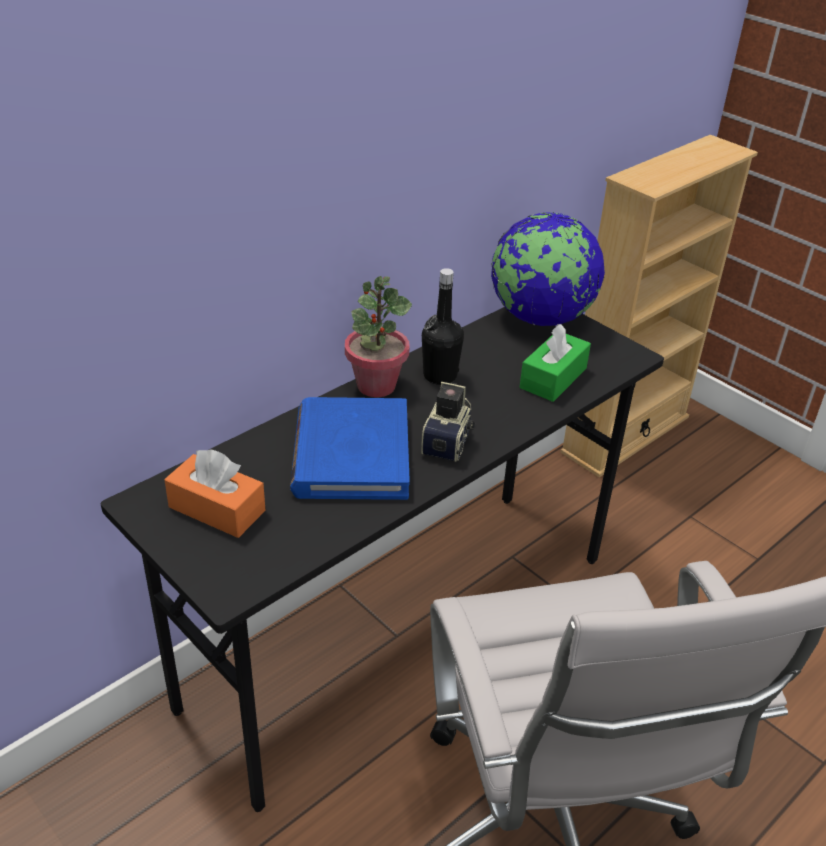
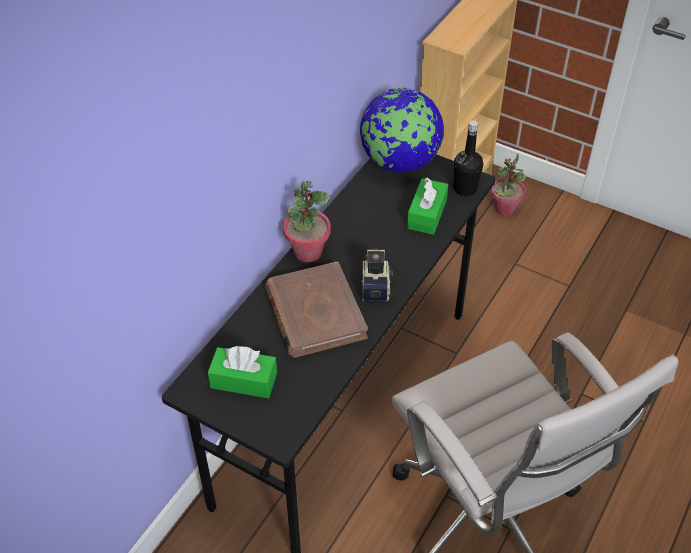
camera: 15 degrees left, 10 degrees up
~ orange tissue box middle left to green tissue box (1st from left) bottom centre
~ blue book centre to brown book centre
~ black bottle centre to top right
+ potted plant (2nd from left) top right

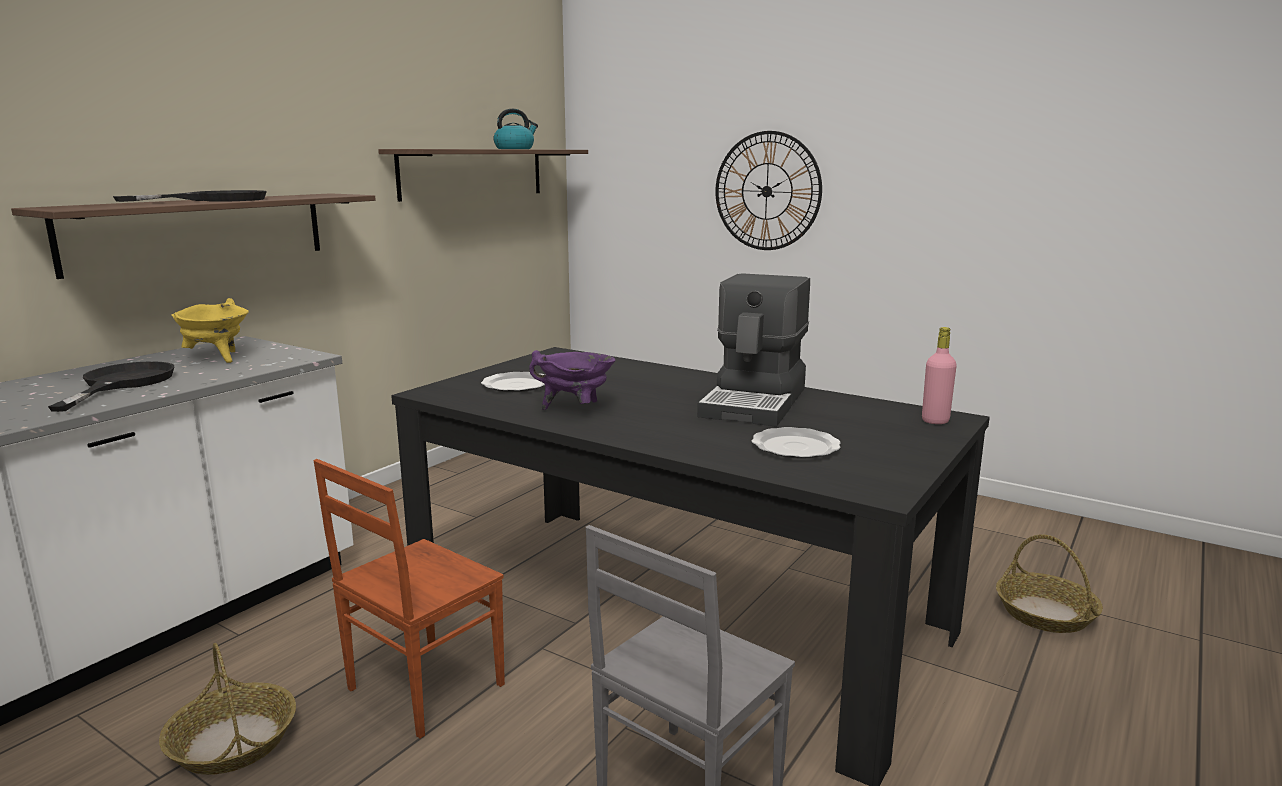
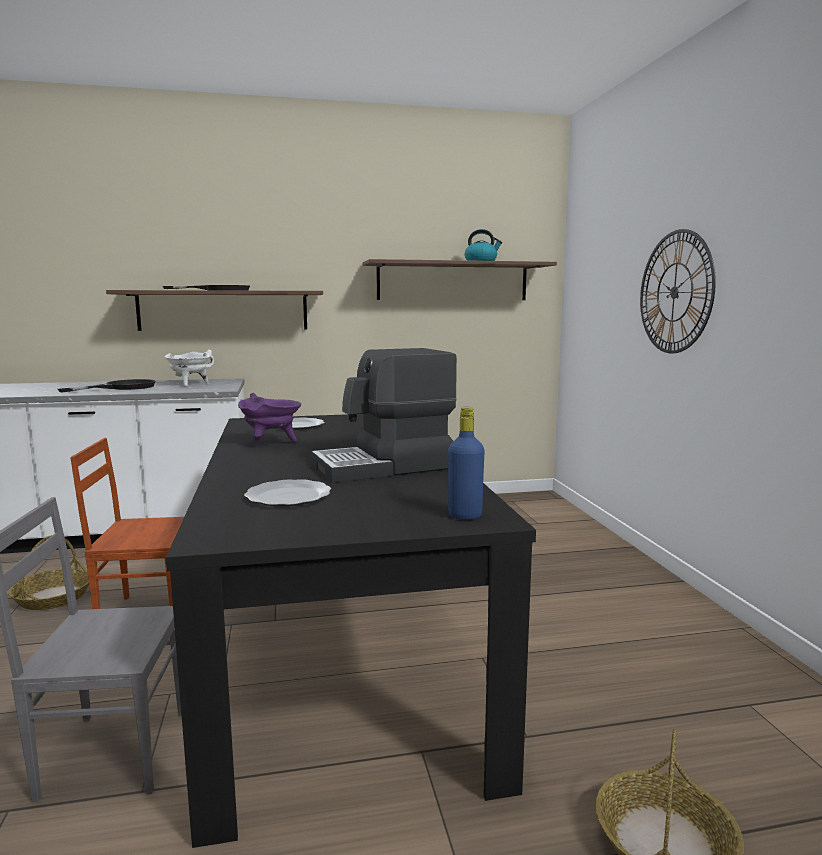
camera: 45 degrees right, 5 degrees down
~ yellow cooking pot middle left to white cooking pot middle left
~ pink bottle middle right to blue bottle centre

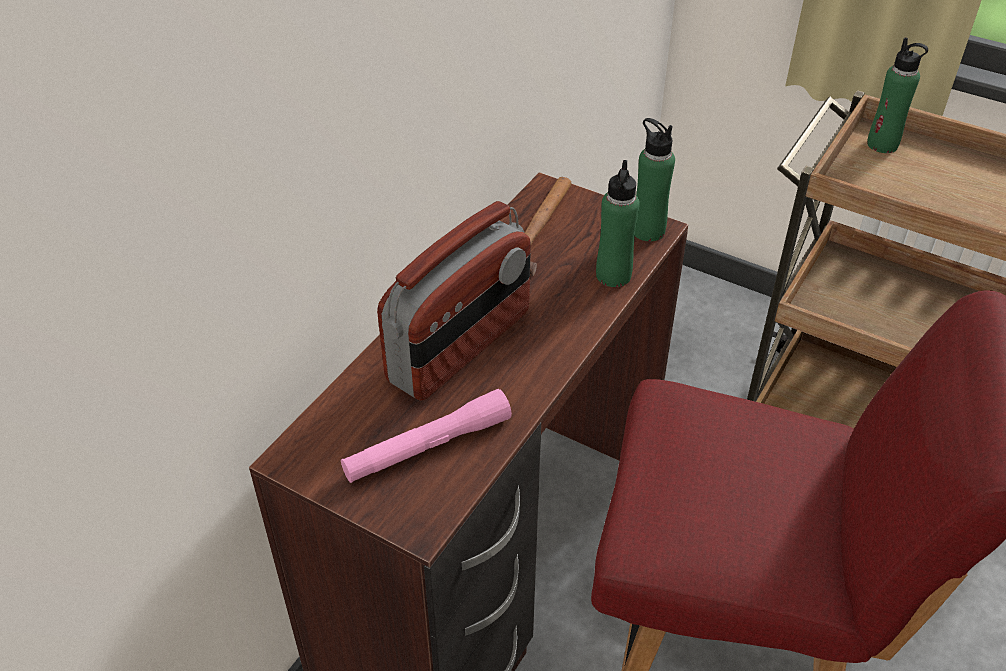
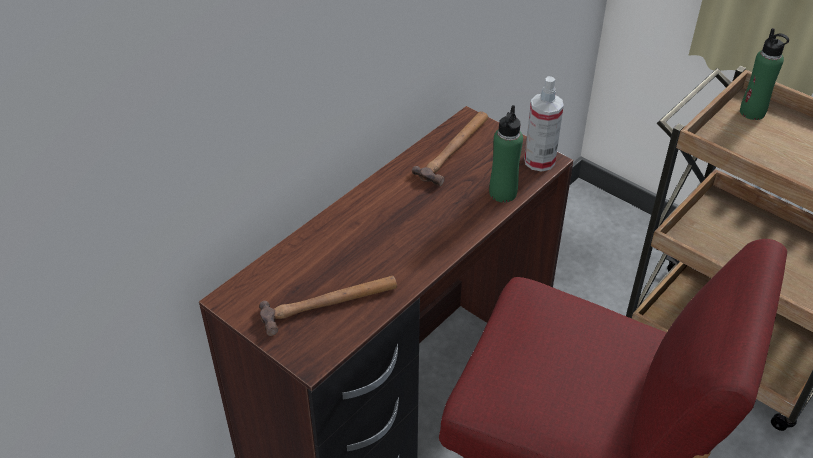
camera: 10 degrees right, 0 degrees up
~ pink flashlight centre to hammer (1st from left) bottom centre
~ green bottle (2nd from left) top centre to spray bottle top right
- radio centre

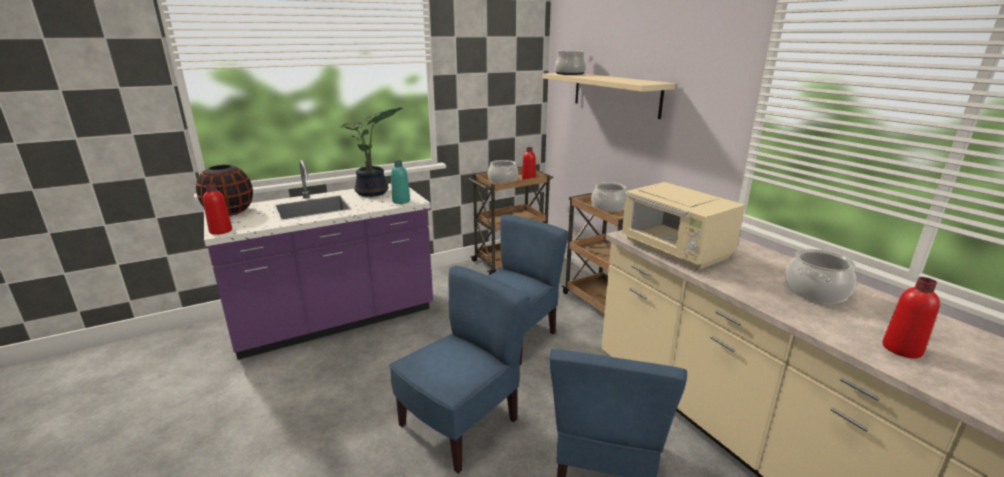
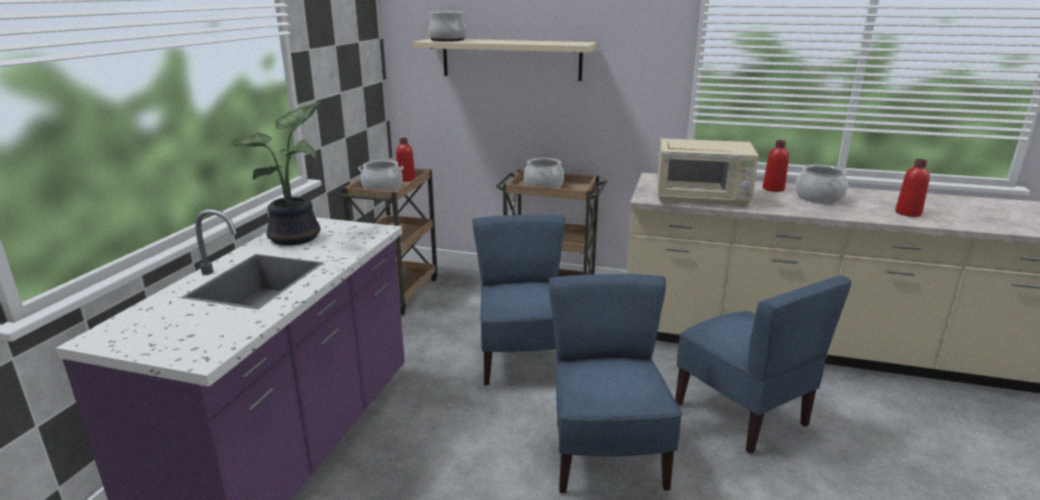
camera: 45 degrees left, 0 degrees up
~ red bottle (1st from left in the first image) middle left to red bottle (2nd from left) top right
- black vase middle left
- turquoise bottle centre

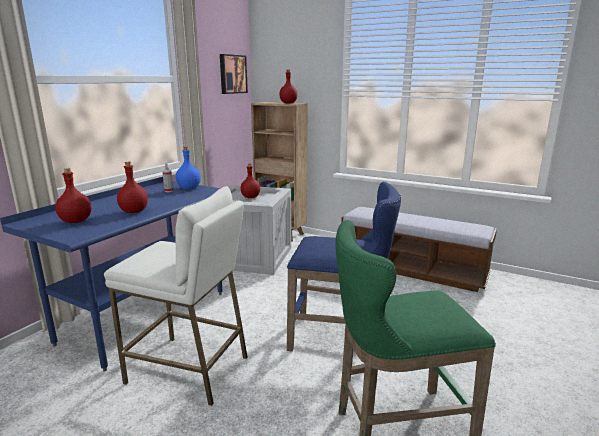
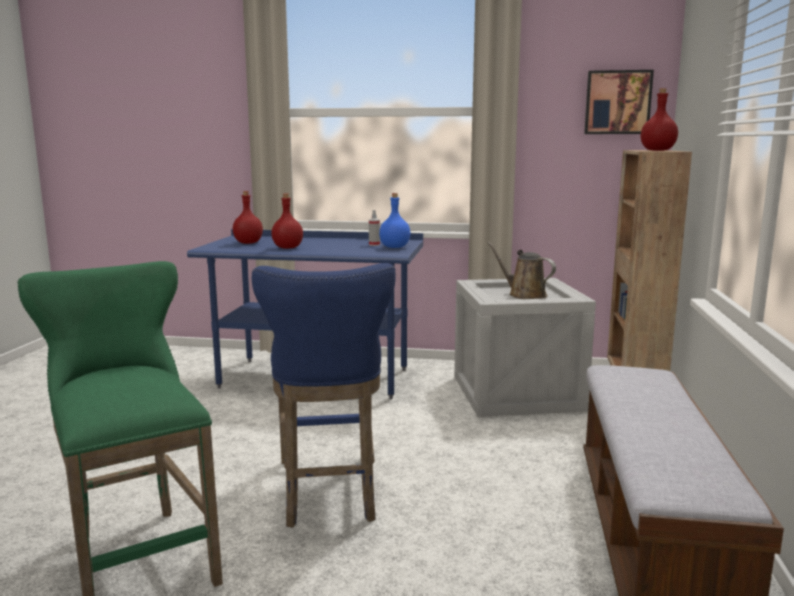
camera: 70 degrees right, 5 degrees down
~ red bottle (3rd from left) centre to brown watering can centre
- white stool bottom left

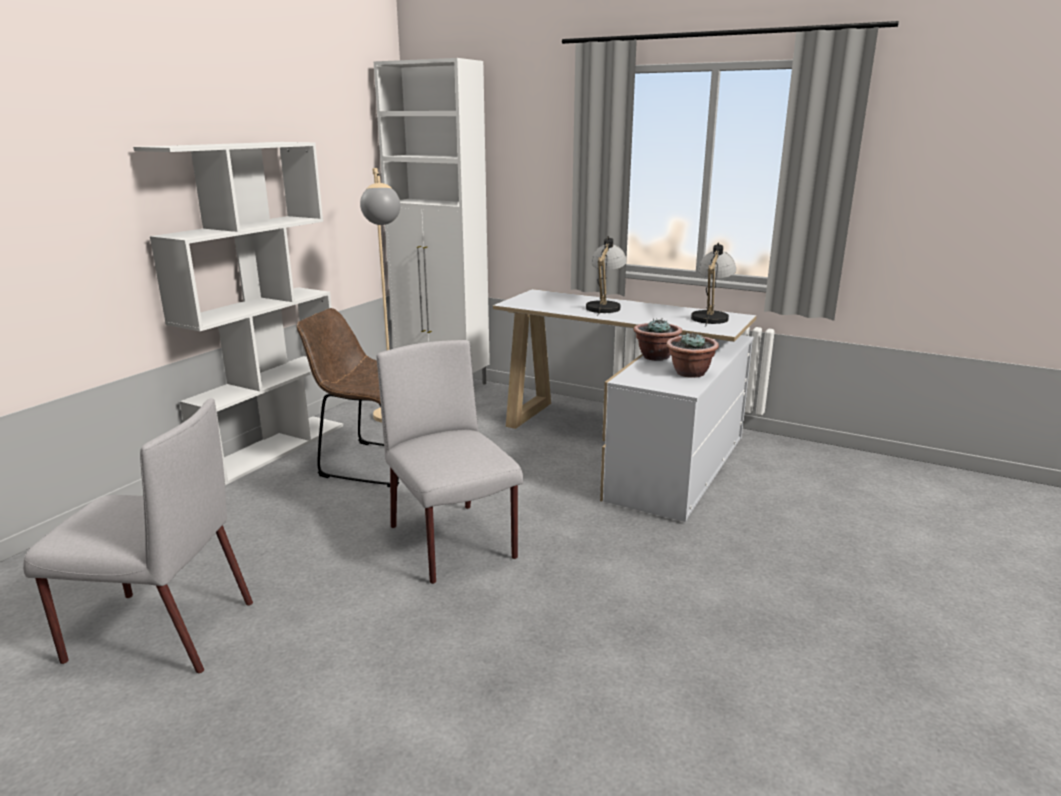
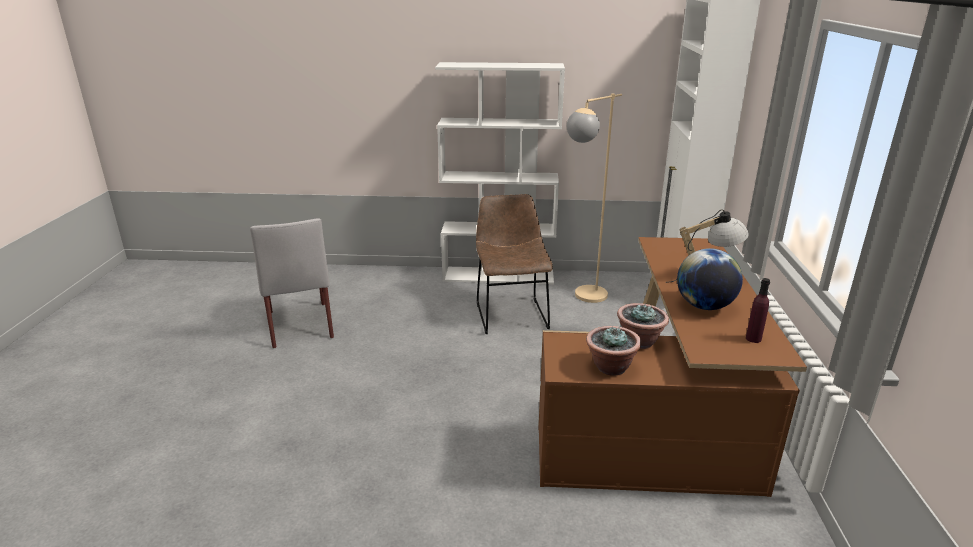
camera: 65 degrees right, 5 degrees up
~ white desk centre to brown desk bottom right
+ globe middle right
~ table lamp (2nd from left) middle right to purple bottle middle right
- grey chair (2nd from left) centre

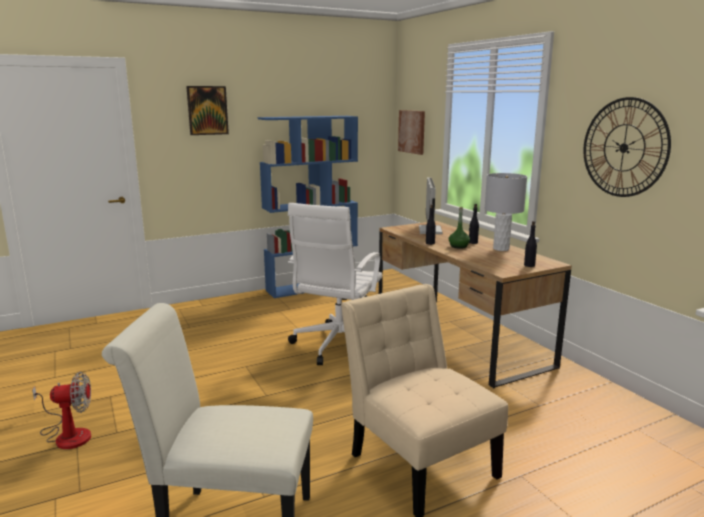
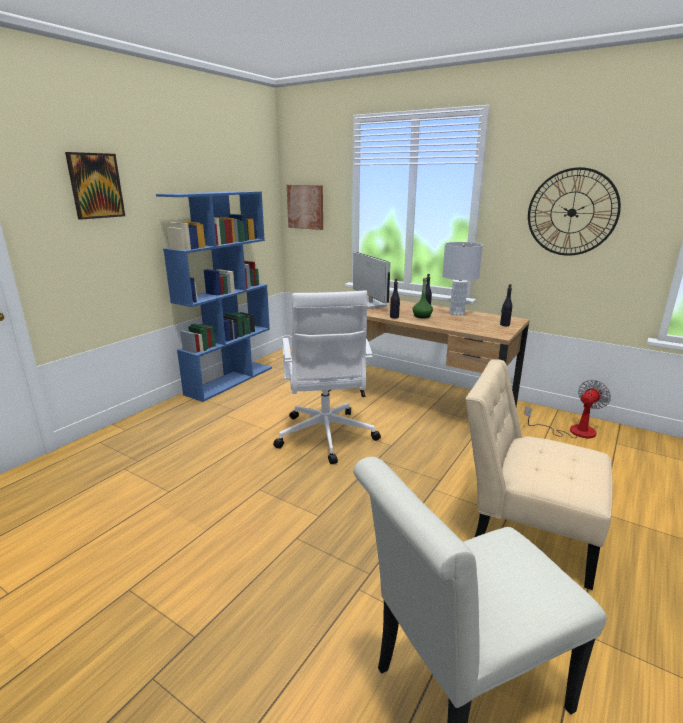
camera: 30 degrees left, 5 degrees up
~ fan bottom left to middle right

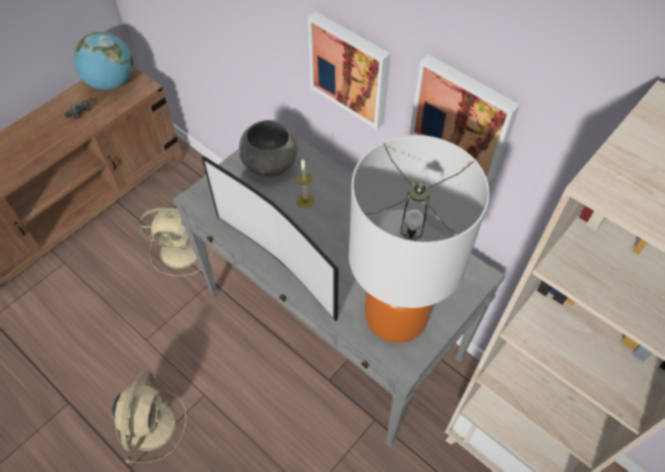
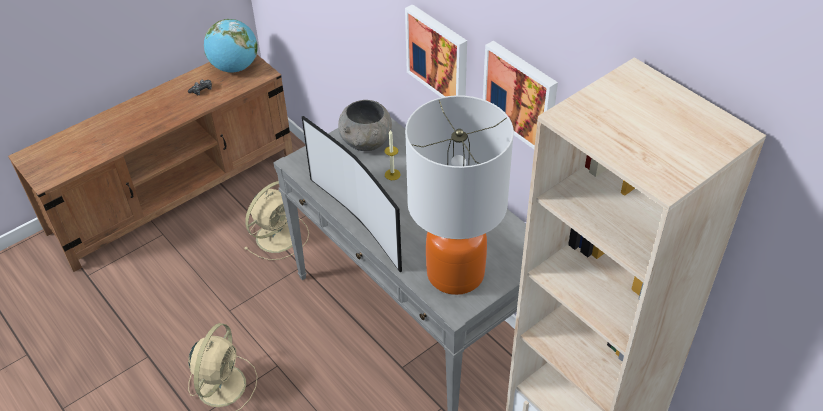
camera: 10 degrees right, 10 degrees down
~ beige fan (2nd from left) middle left = centre 60 degrees counterclockwise

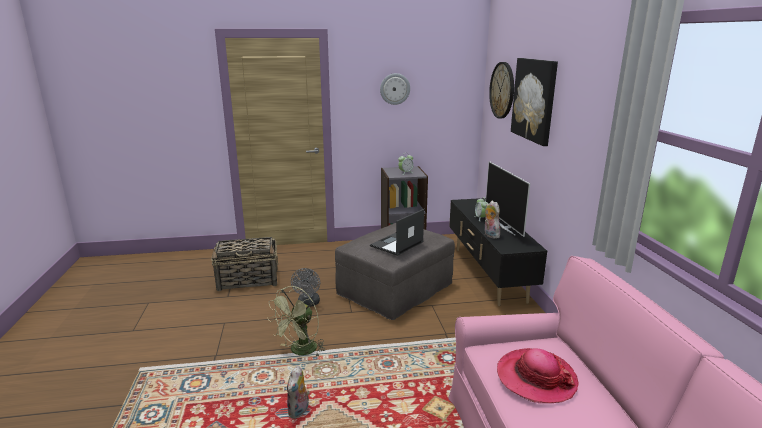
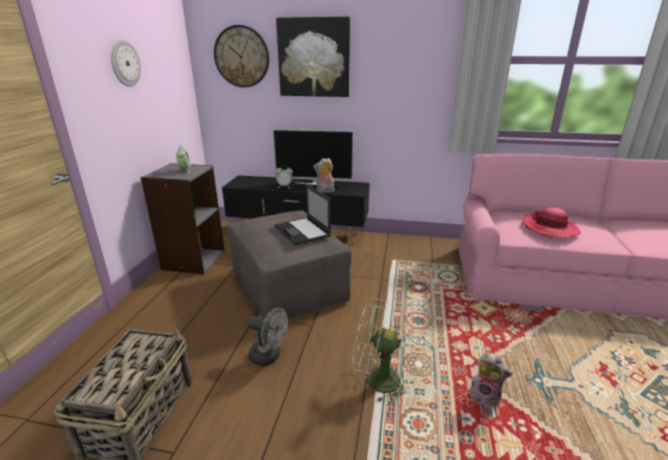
camera: 70 degrees left, 5 degrees up
~ green fan bottom centre = bottom centre 135 degrees clockwise

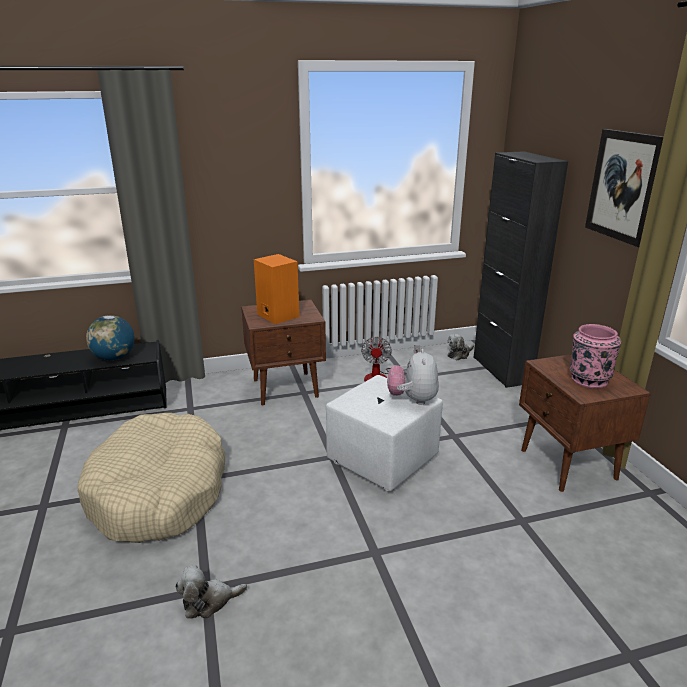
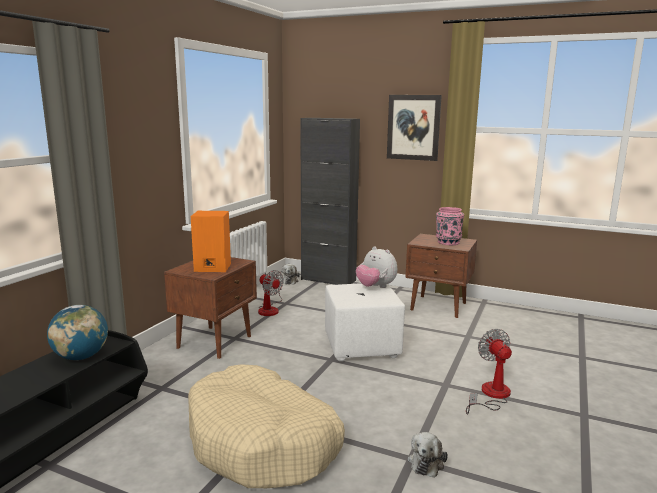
camera: 50 degrees left, 10 degrees down
+ fan (2nd from left) bottom right

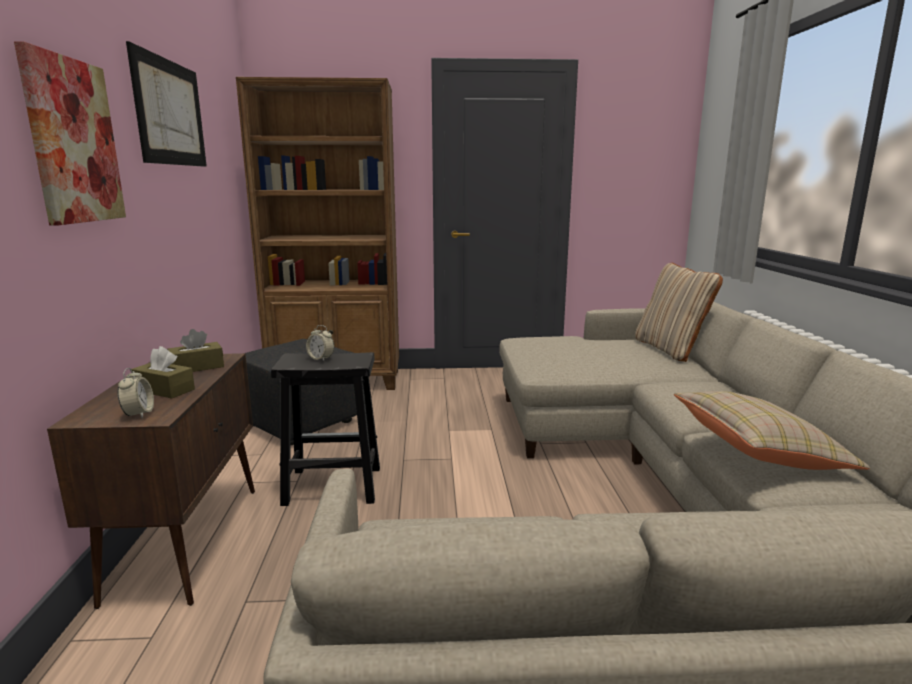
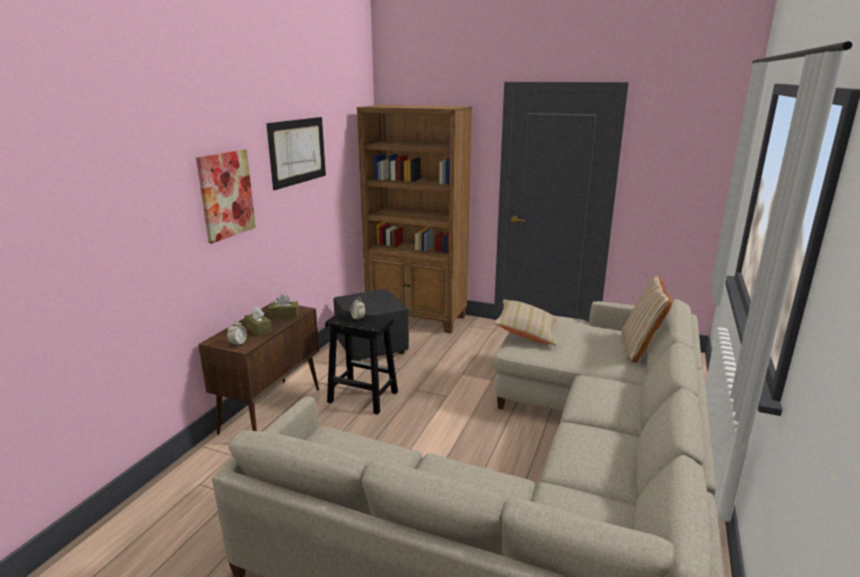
camera: 25 degrees right, 5 degrees up
~ beige pillow (2nd from left in the first image) middle right to beige pillow (1st from left) centre

